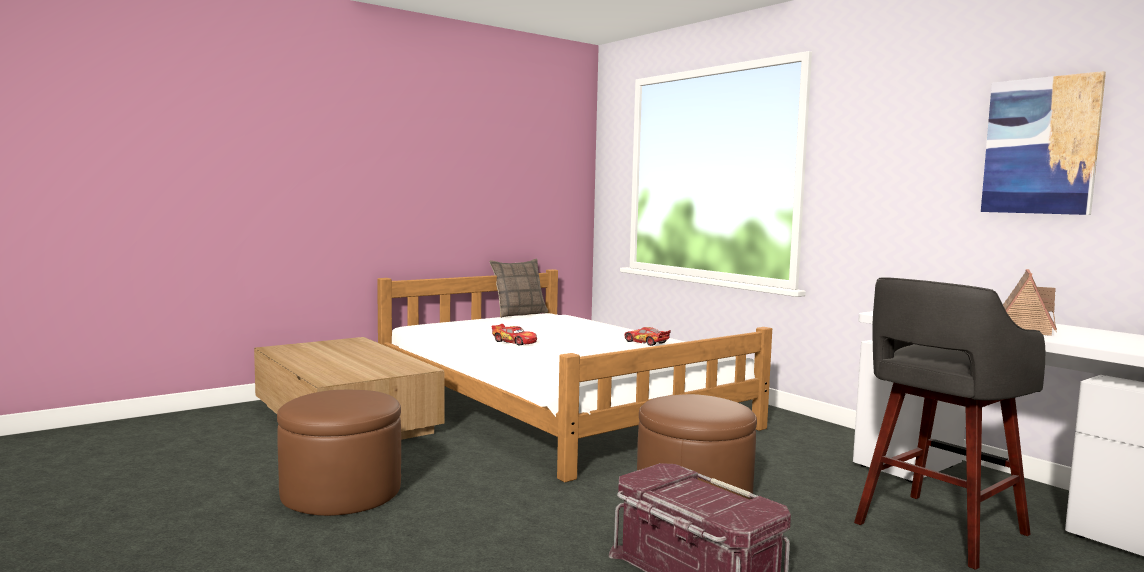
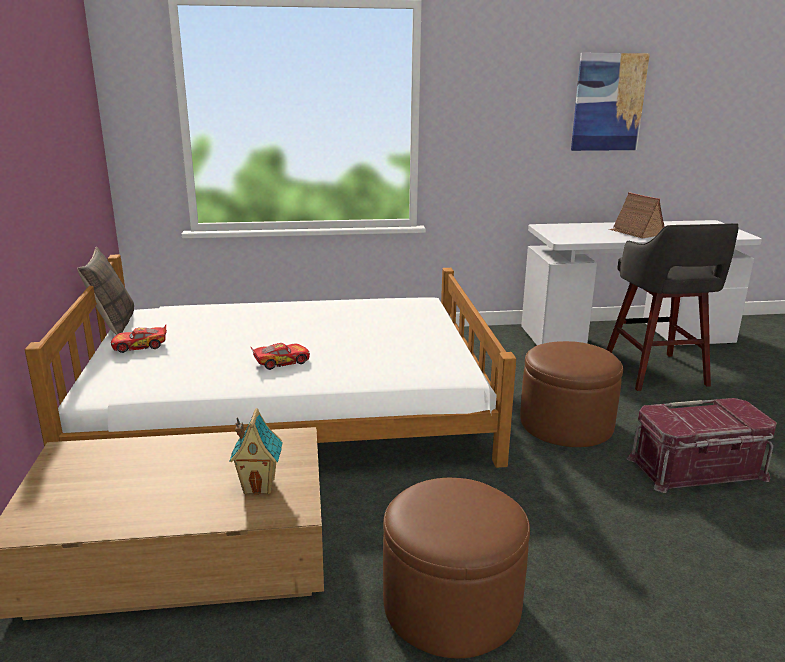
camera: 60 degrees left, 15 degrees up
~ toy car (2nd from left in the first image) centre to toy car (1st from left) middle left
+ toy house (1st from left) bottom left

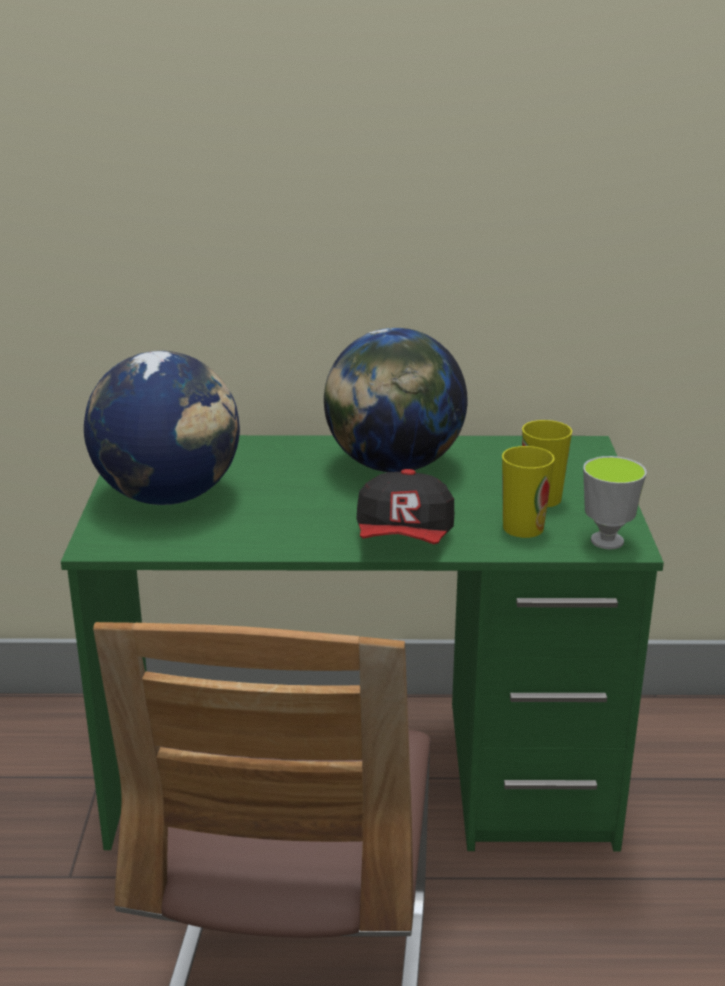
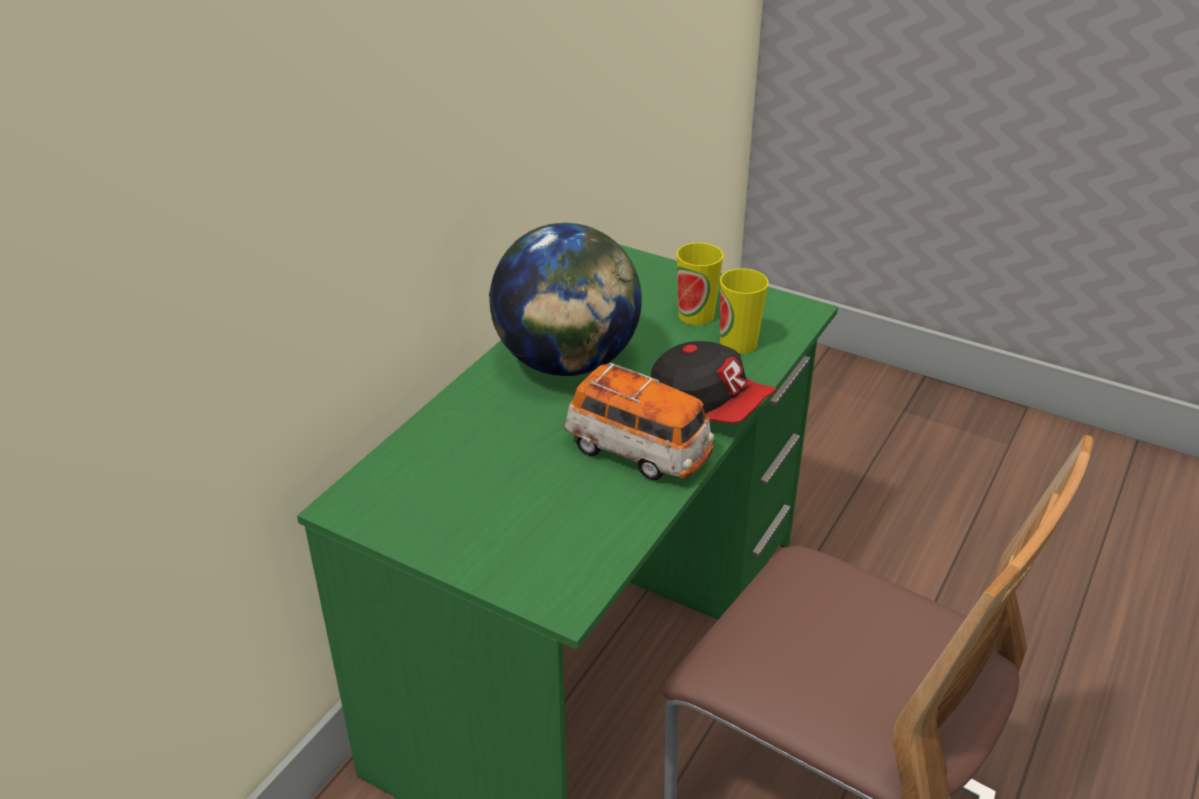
camera: 60 degrees left, 10 degrees up
+ toy car centre
- globe (1st from left) middle left
- cup (3rd from left) middle right

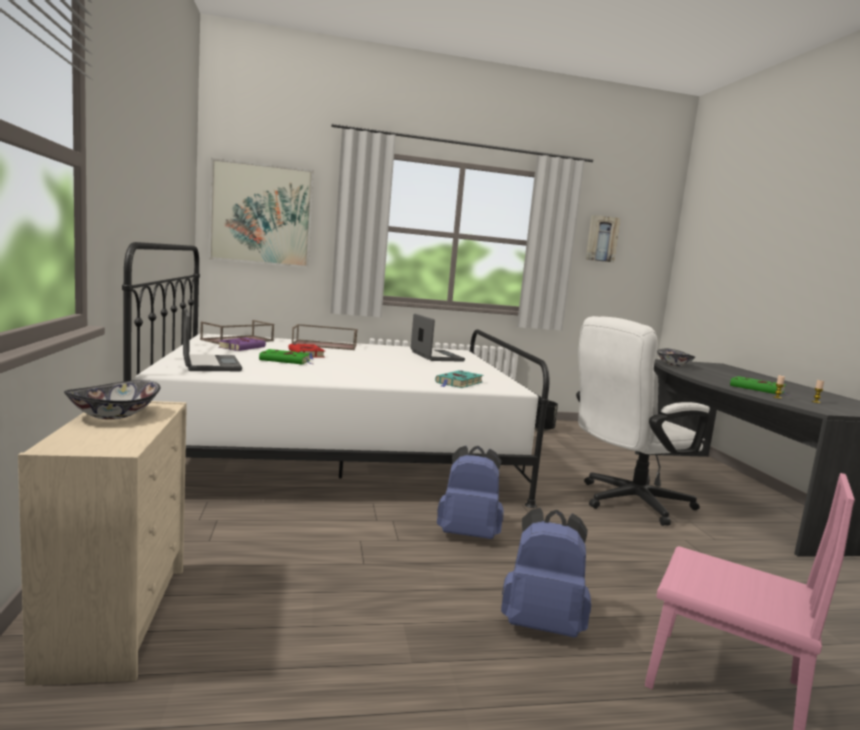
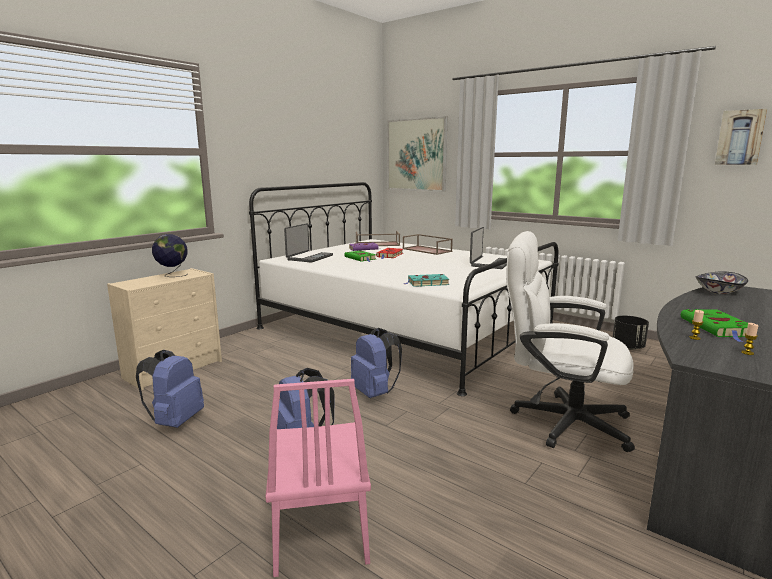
camera: 50 degrees right, 5 degrees up
+ blue backpack (1st from left) bottom left
~ bowl (1st from left) middle left to globe middle left

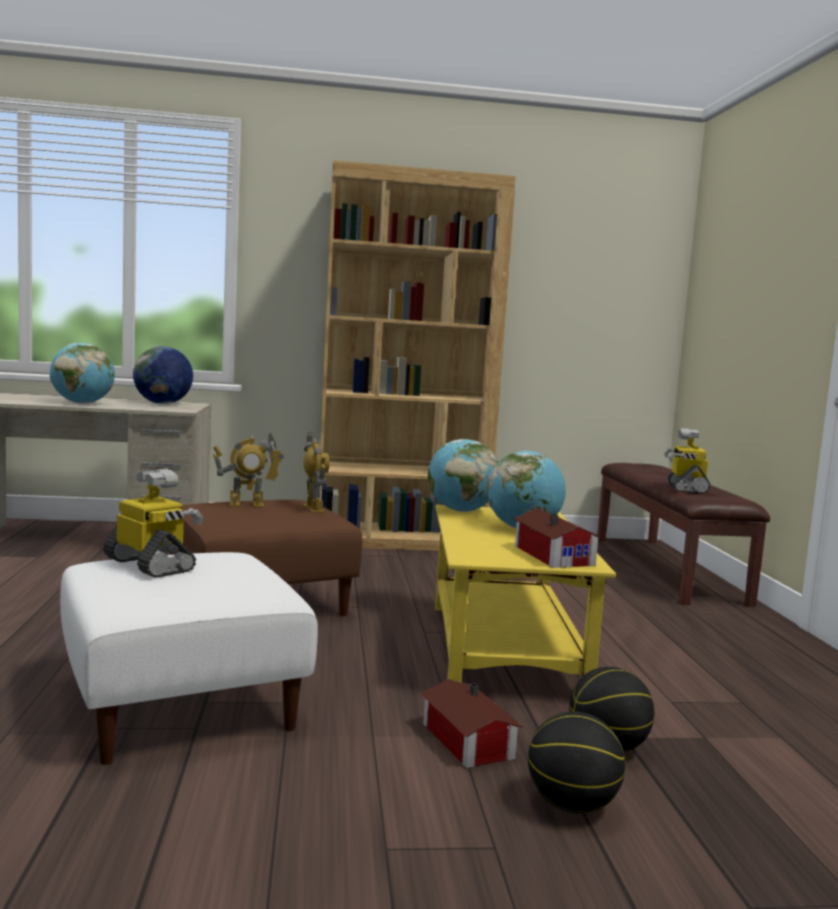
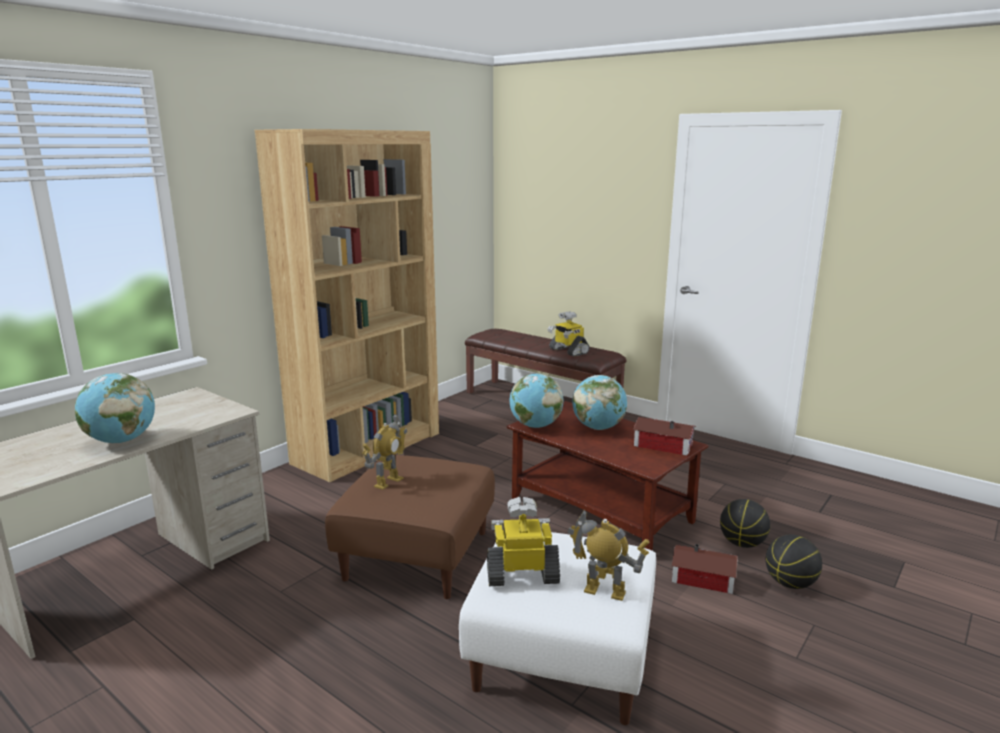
camera: 45 degrees left, 10 degrees up
~ yellow coffee table centre to brown coffee table centre
~ toy robot (3rd from left in the first image) centre to toy robot (4th from left) bottom centre
- globe (2nd from left) middle left

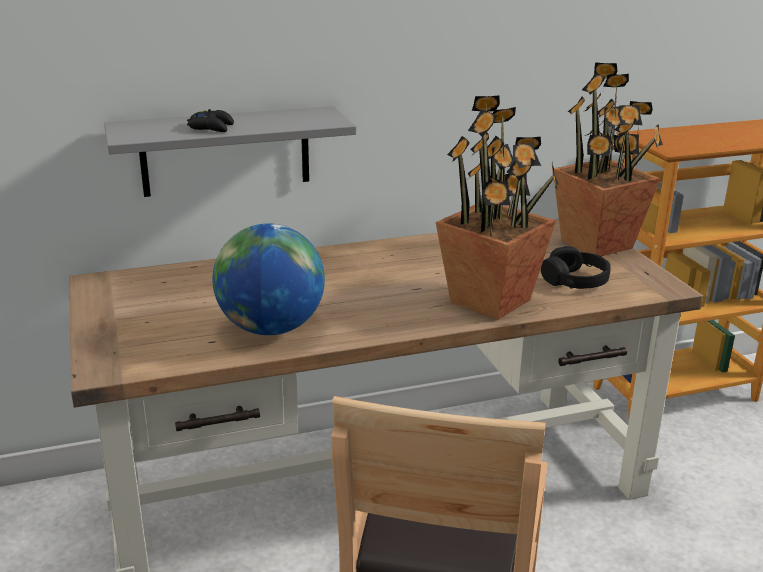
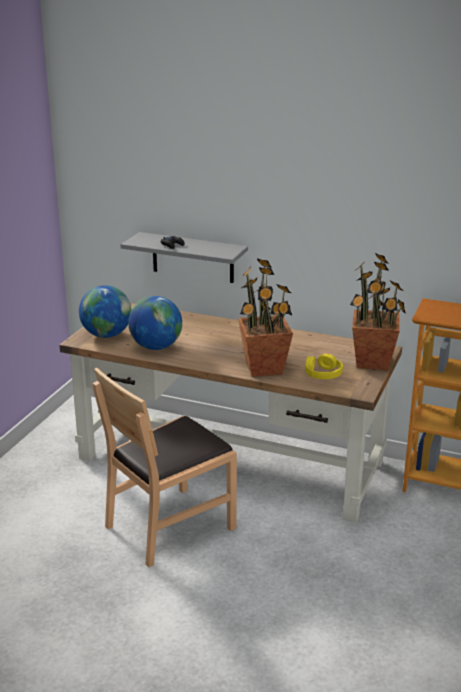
camera: 40 degrees right, 0 degrees up
+ globe (1st from left) middle left
~ black headphones middle right to yellow headphones middle right

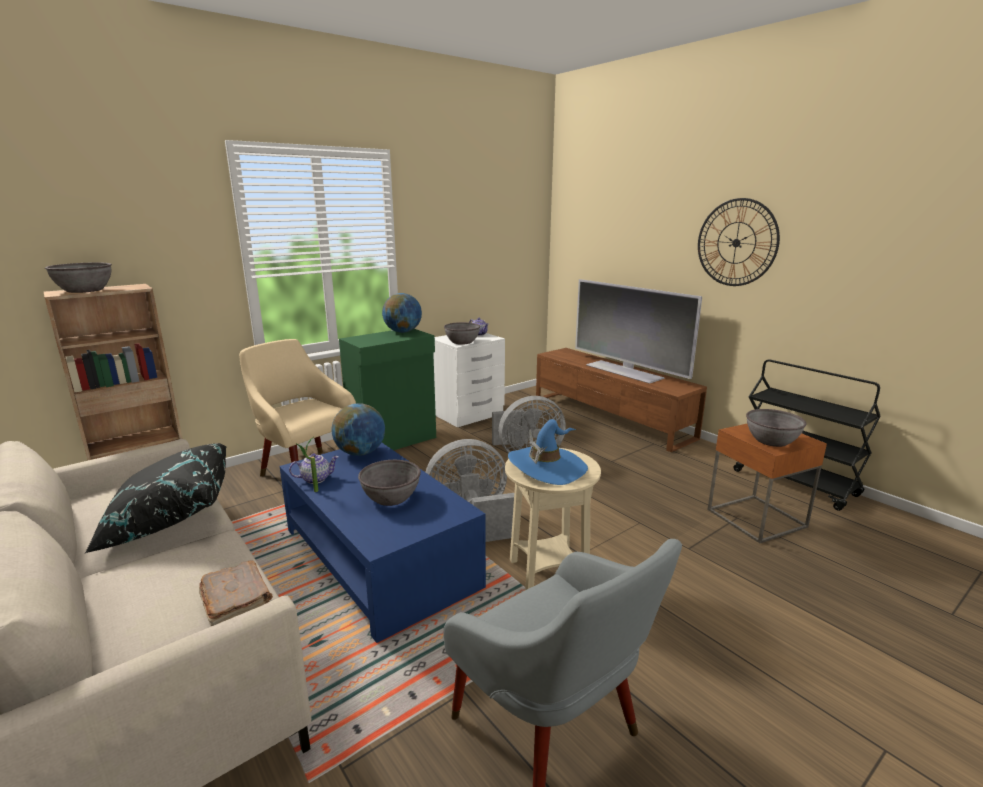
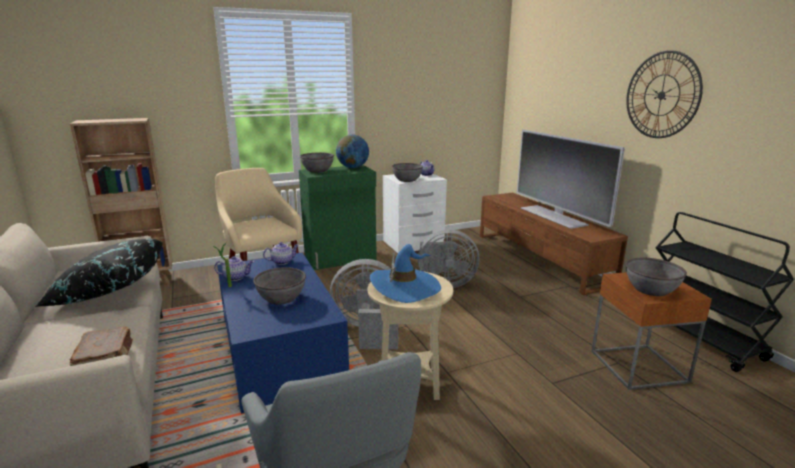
camera: 15 degrees right, 0 degrees up
~ globe (1st from left) centre to teapot (2nd from left) centre
~ grey bowl (1st from left in the first image) middle left to grey bowl (2nd from left) centre

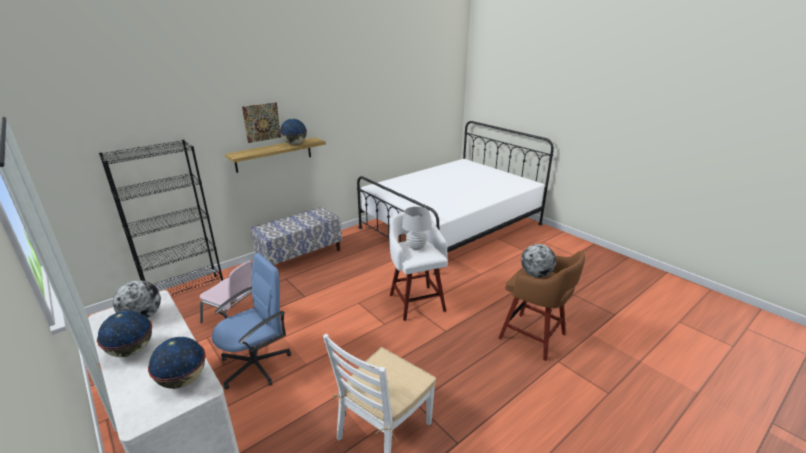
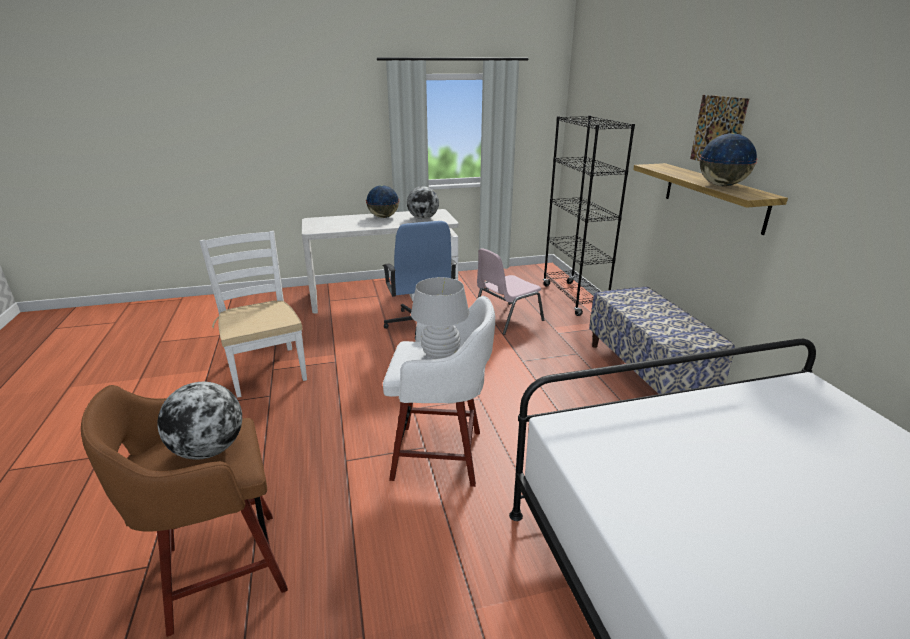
camera: 115 degrees right, 0 degrees up
- globe (3rd from left) bottom left

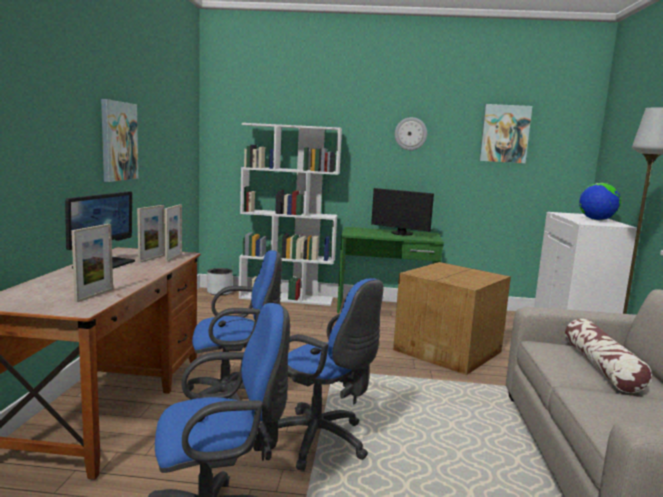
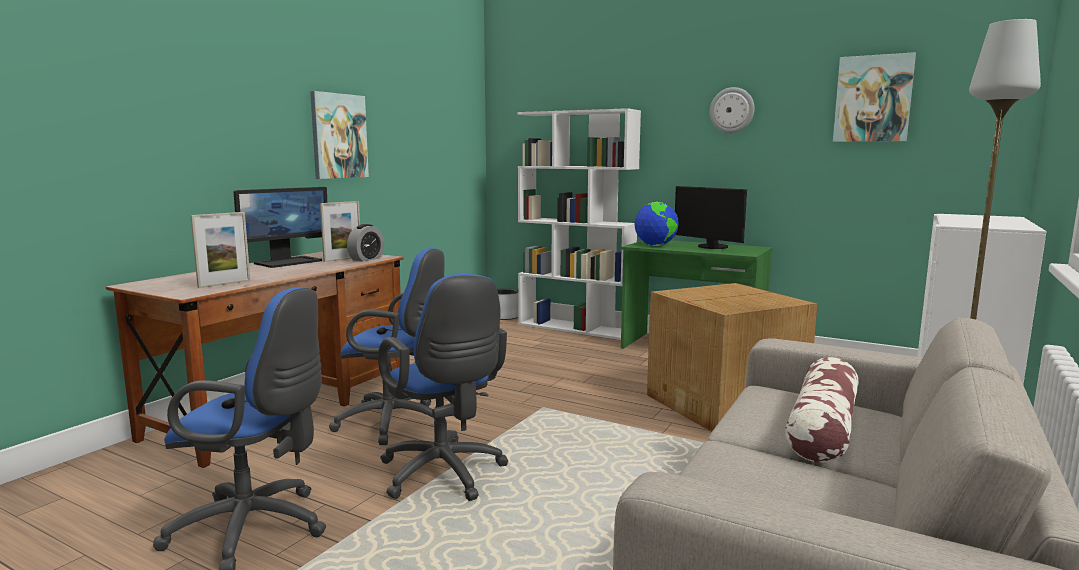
camera: 25 degrees right, 0 degrees up
~ picture frame (3rd from left) middle left to alarm clock centre
~ globe middle right to centre

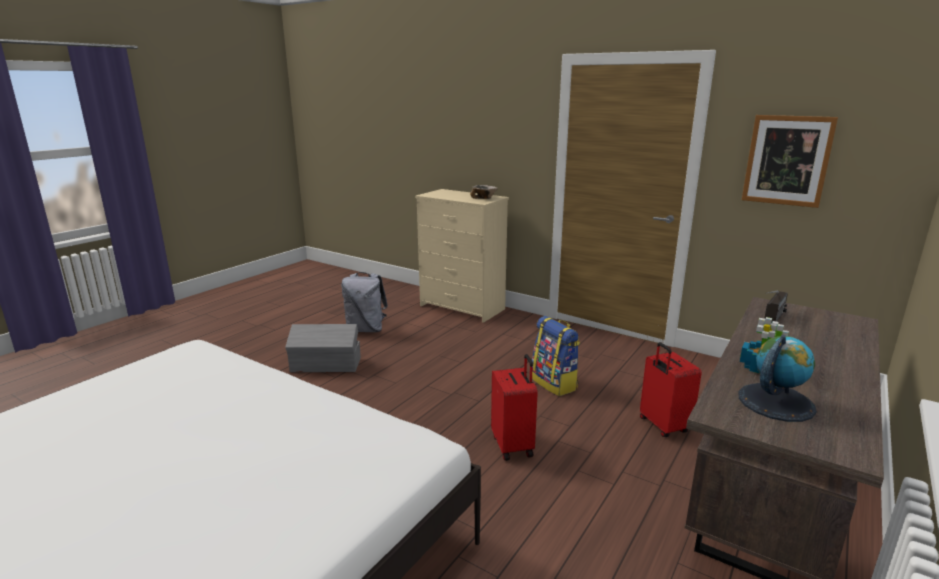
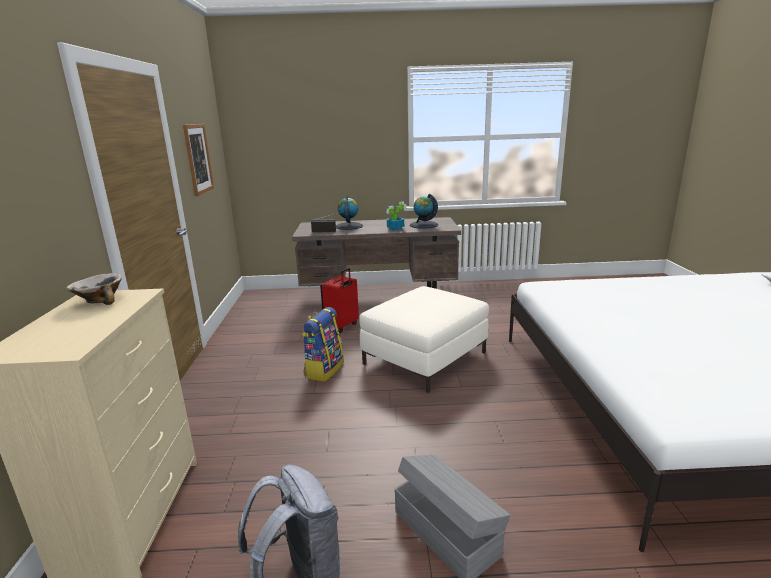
camera: 125 degrees left, 0 degrees up
+ globe (1st from left) centre
~ red suitcase (1st from left) bottom centre to white ottoman centre

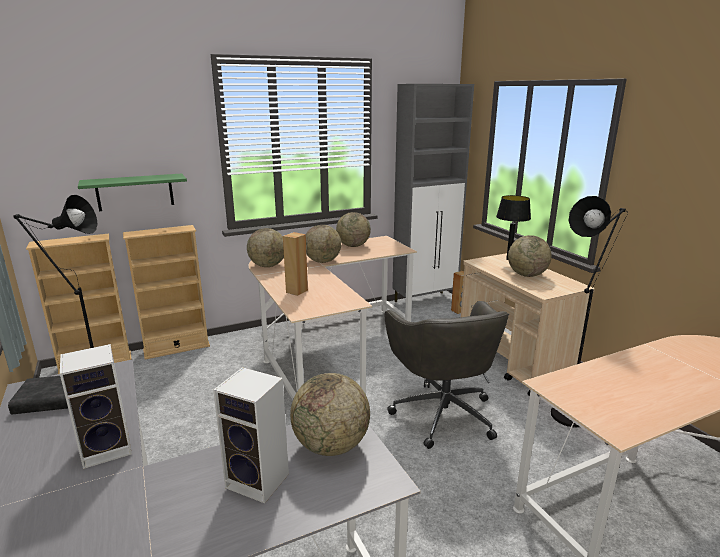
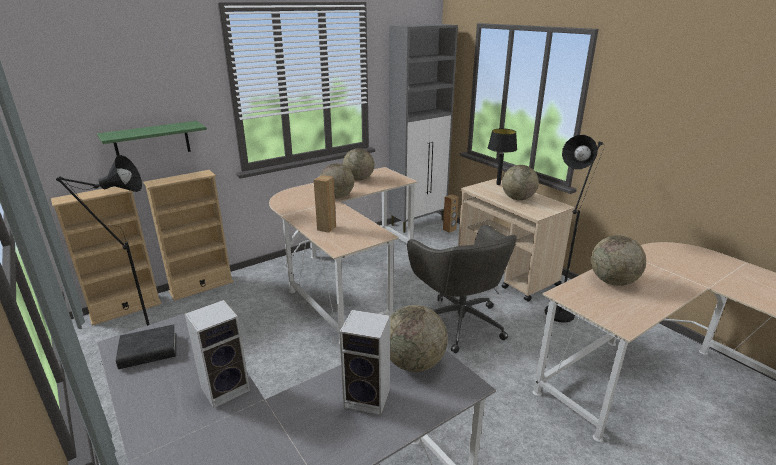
camera: 10 degrees left, 5 degrees up
~ globe (1st from left in the first image) centre to globe (5th from left) middle right

